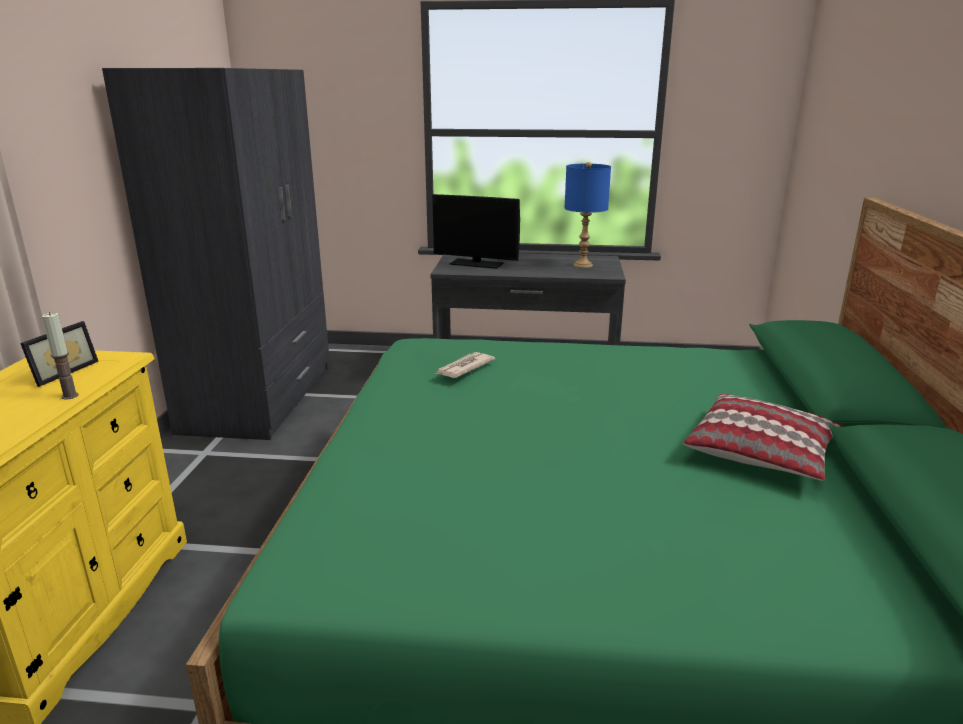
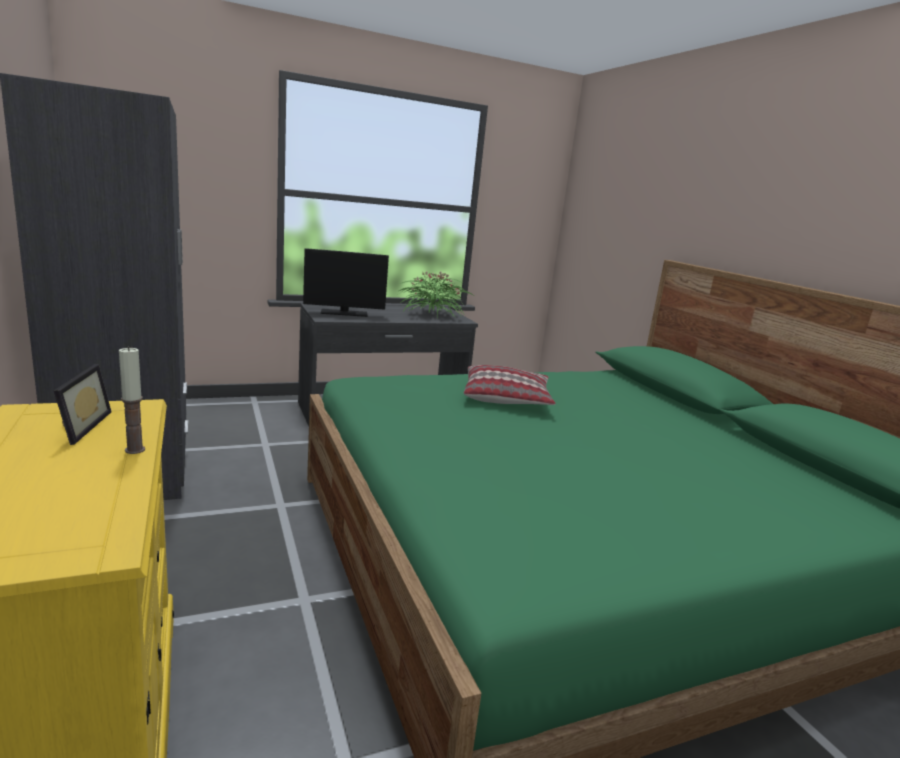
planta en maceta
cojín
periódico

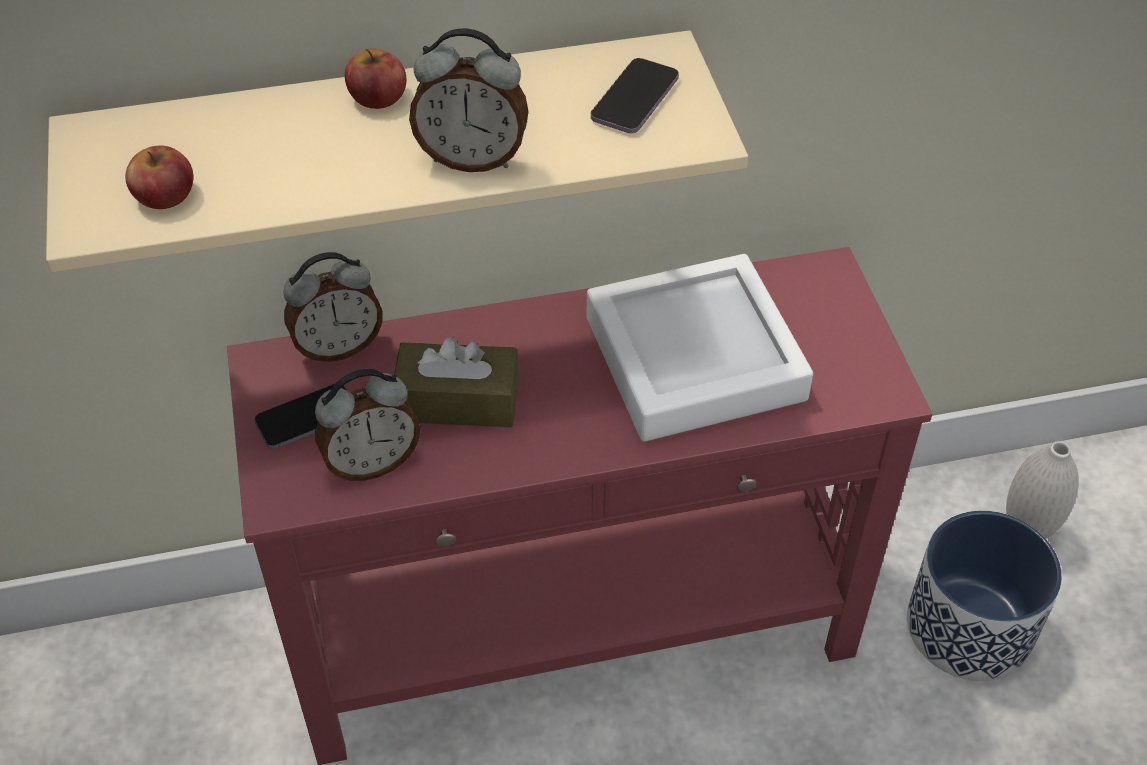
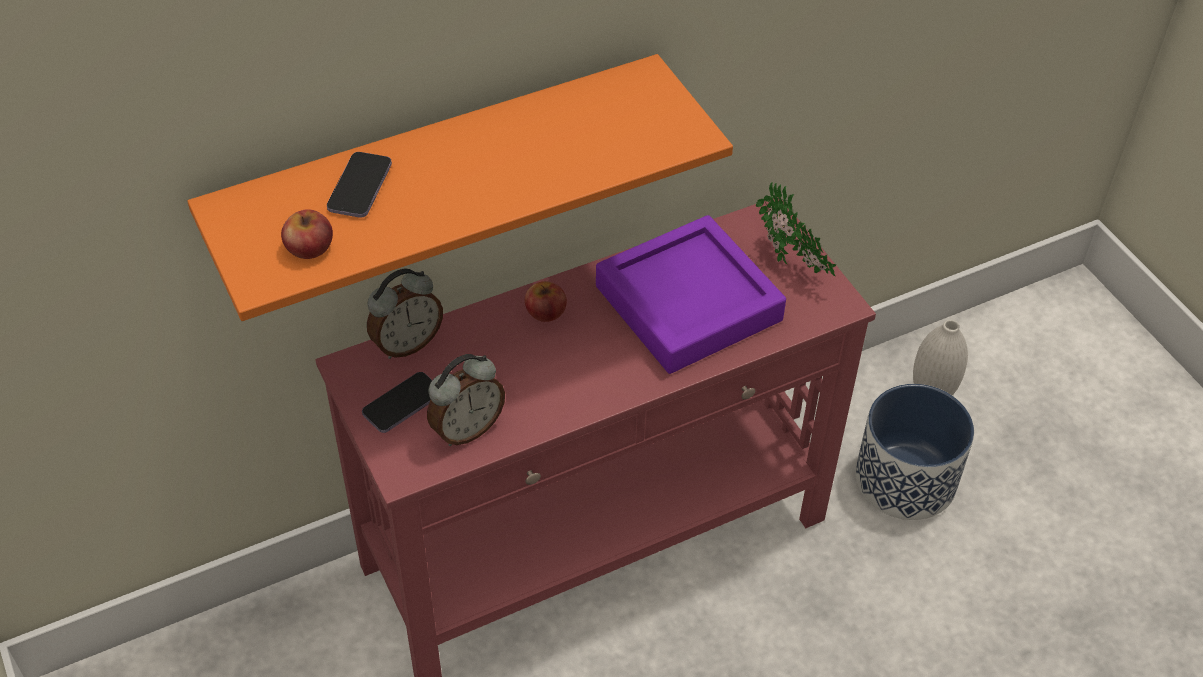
estante/naranja
móvil (no. 1 from left)
manzana (no. 2 from left)
bandeja/morado
planta en maceta
caja de pañuelos/marrón
despertador (no. 3 from left in the first image)

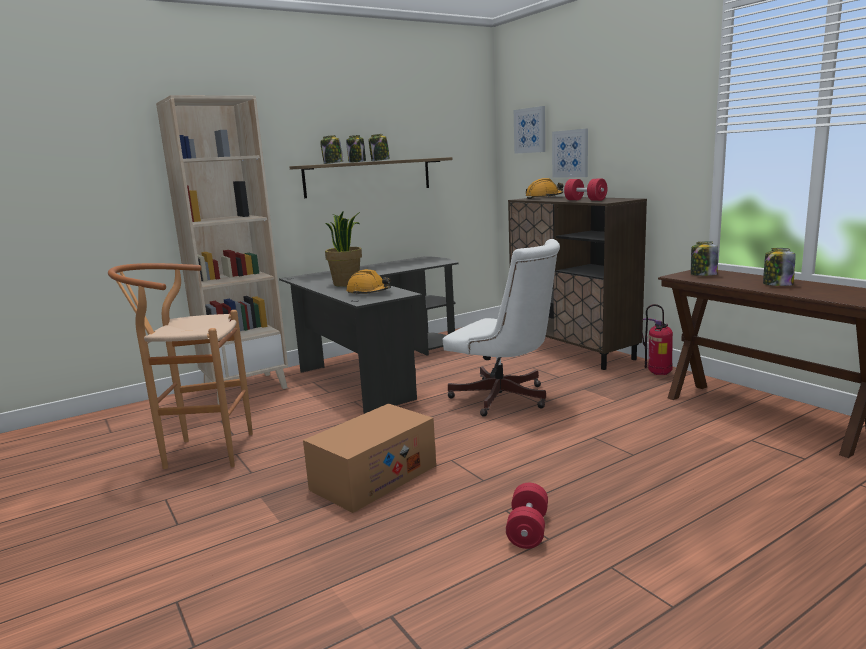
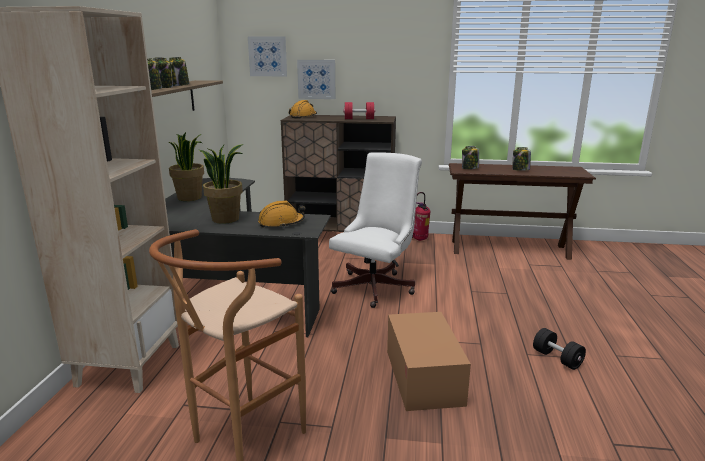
planta en maceta (no. 1 from left)
silla de oficina/blanco
mancuerna/negro

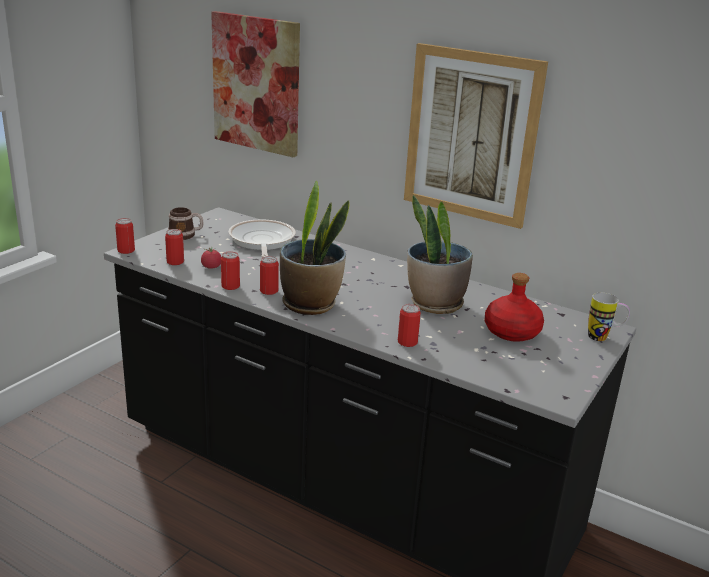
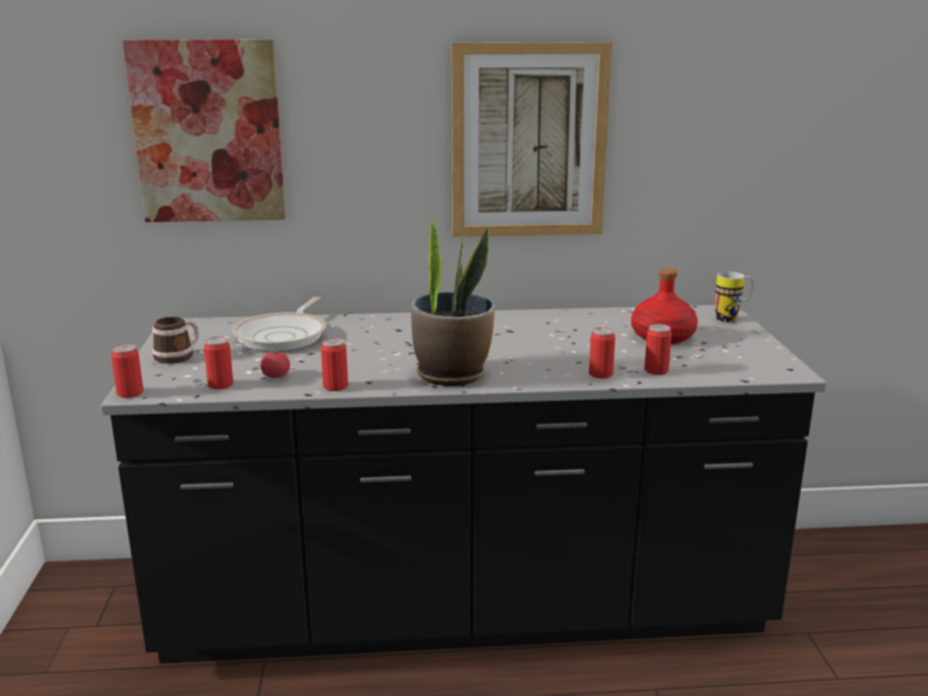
sartén
lata (no. 5 from left)
planta en maceta (no. 2 from left in the first image)

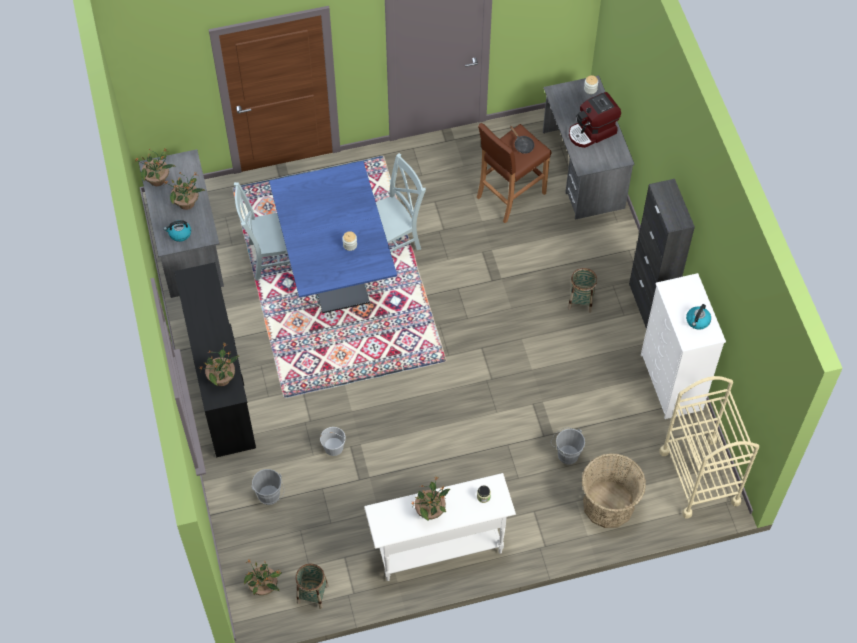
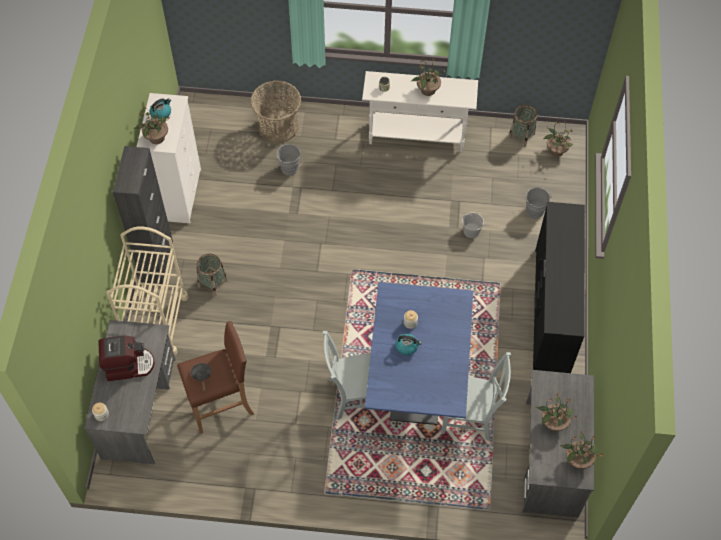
carrito/beis
planta en maceta (no. 1 from left)
hervidor (no. 2 from left)

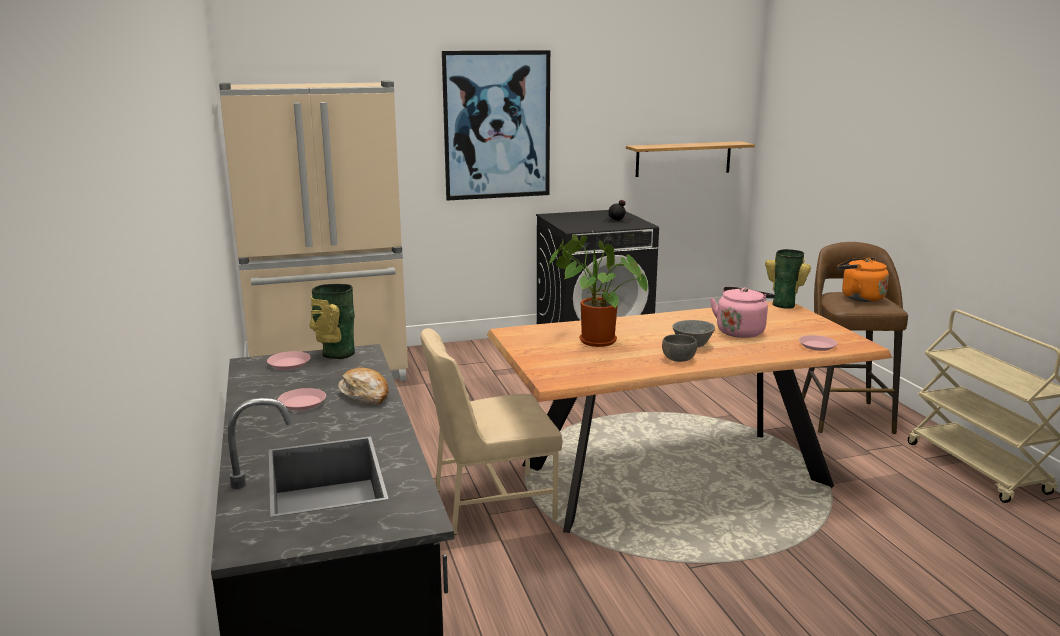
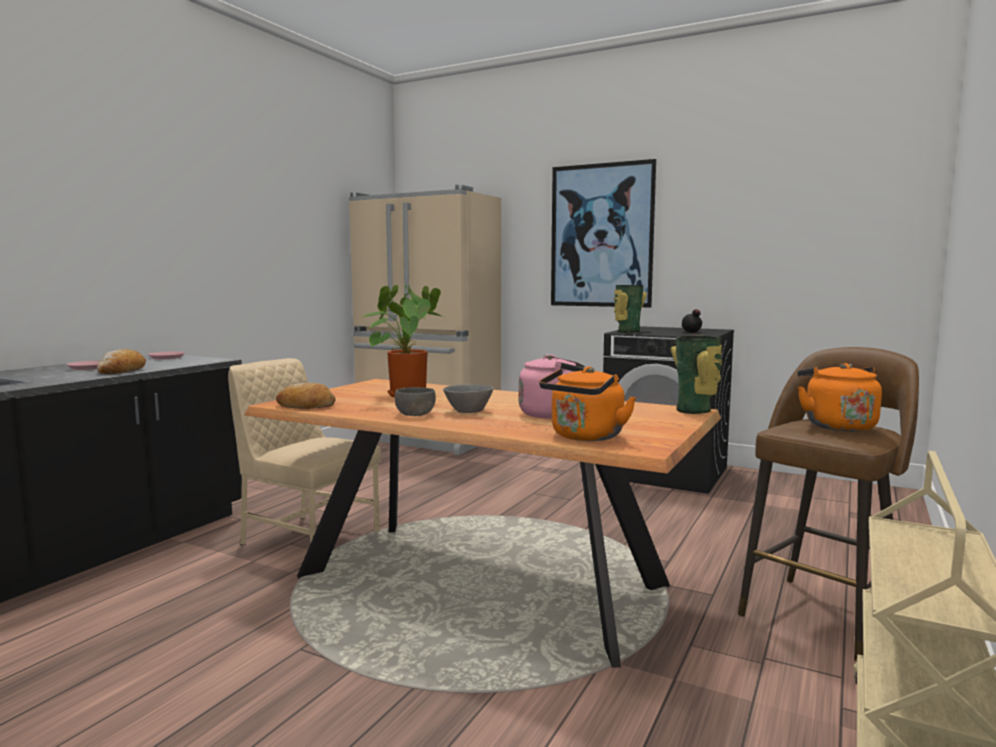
pan (no. 2 from left)
hervidor/naranja (no. 1 from left)
florero (no. 1 from left)
estante

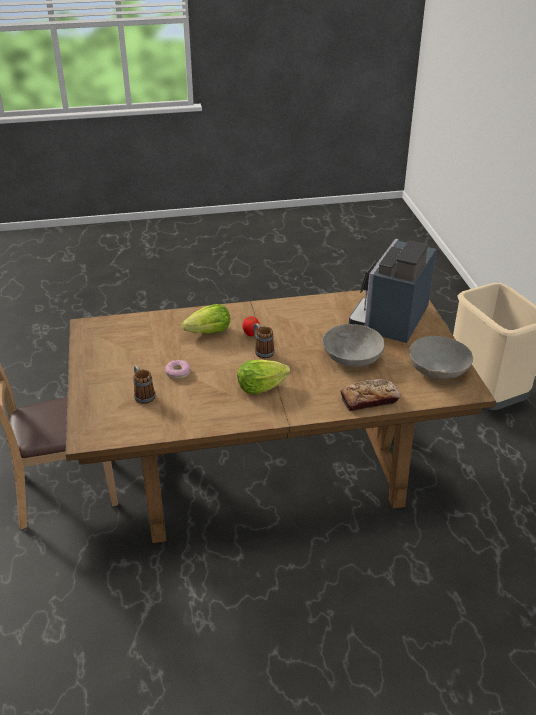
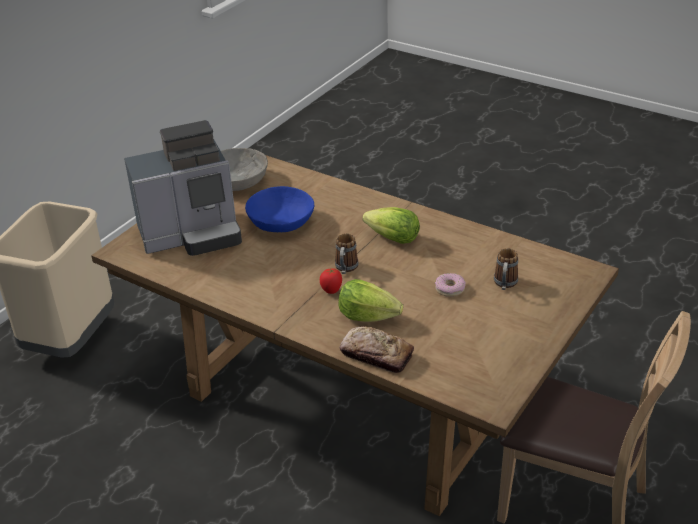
cuenco/azul
pan

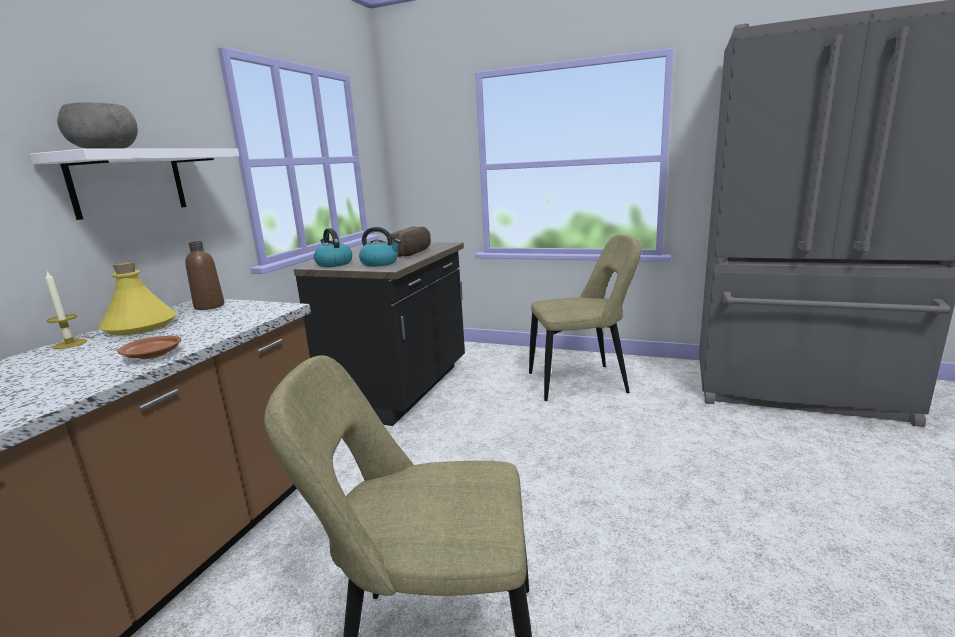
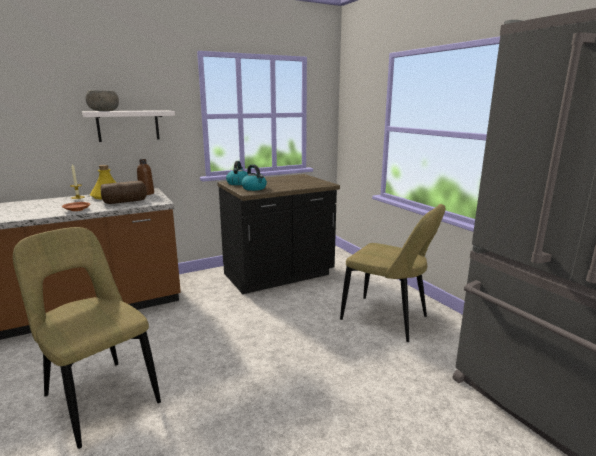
pan

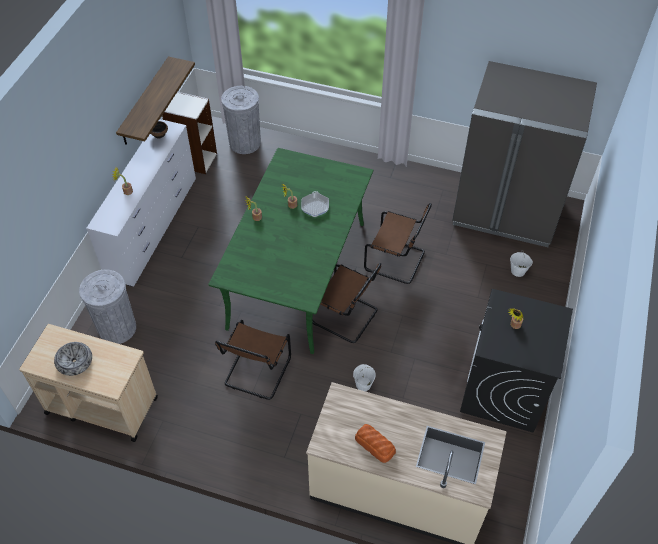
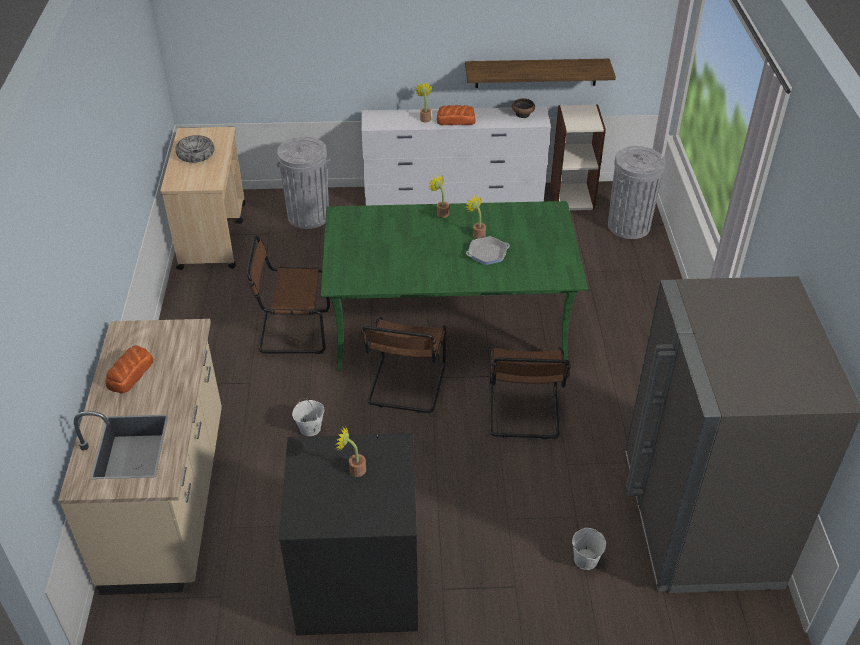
pan (no. 2 from left)

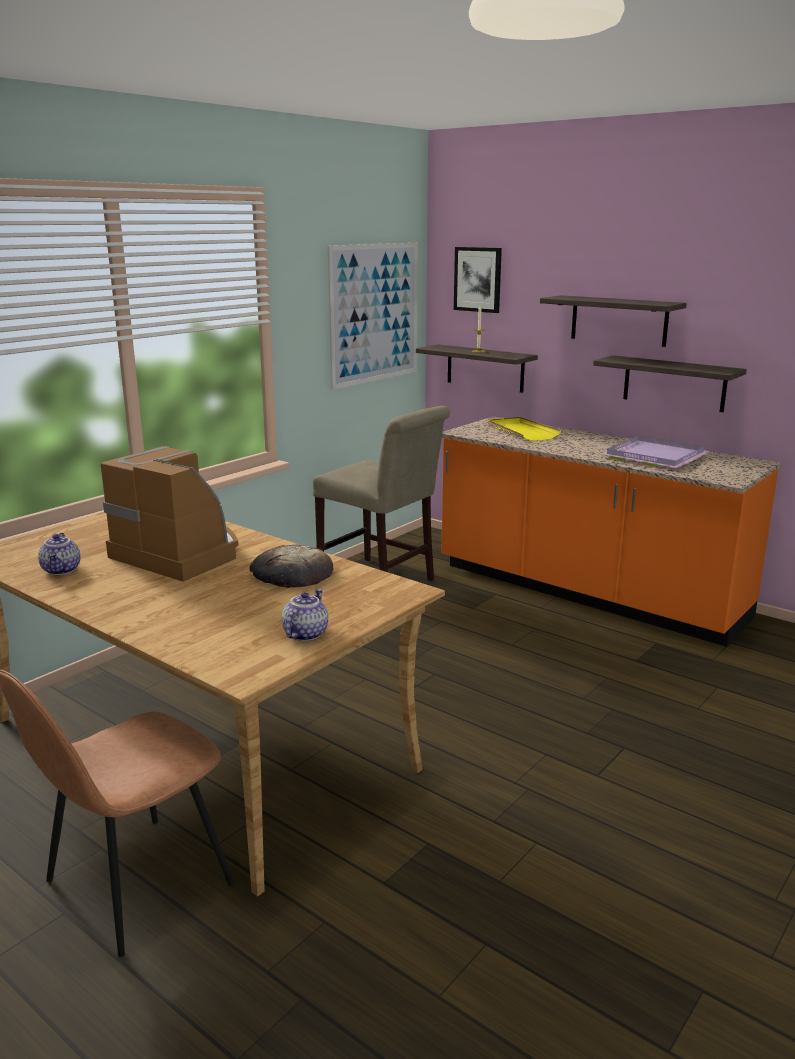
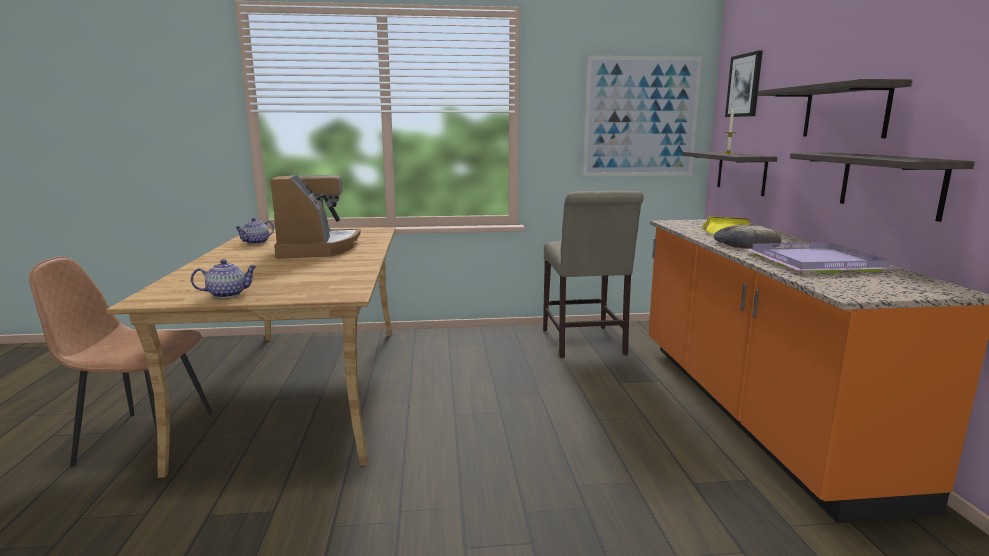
pan

